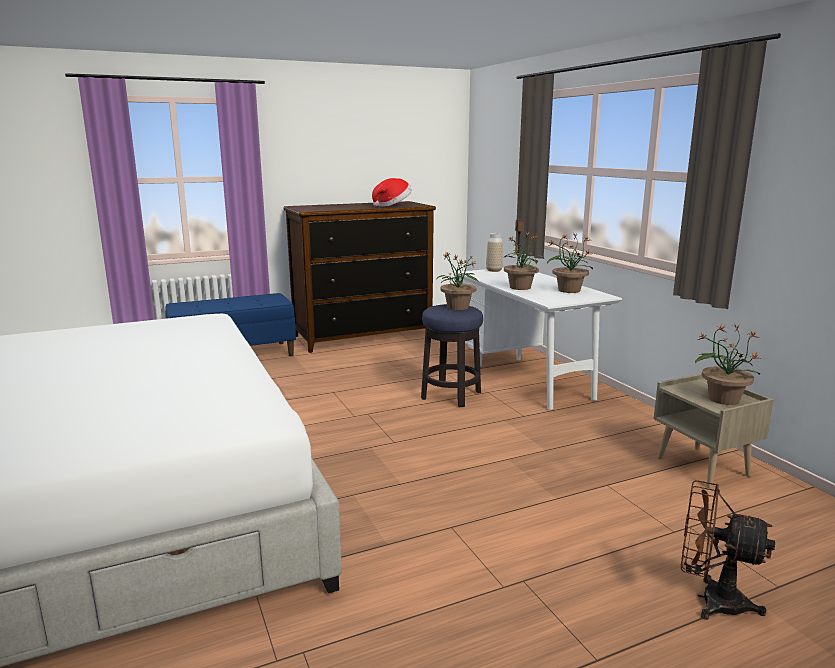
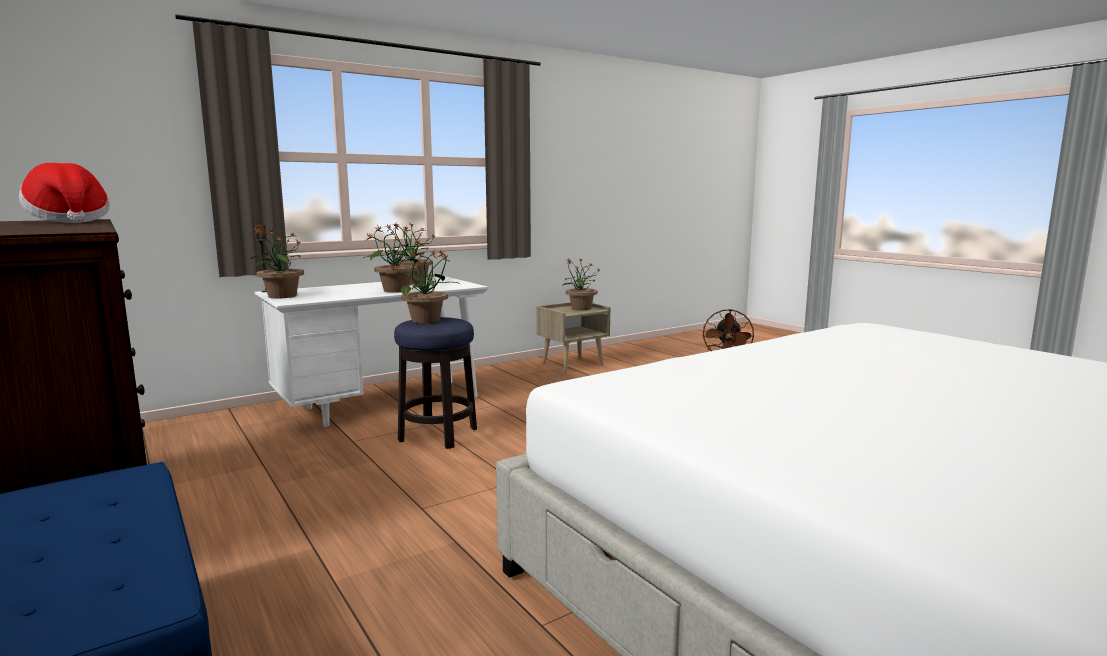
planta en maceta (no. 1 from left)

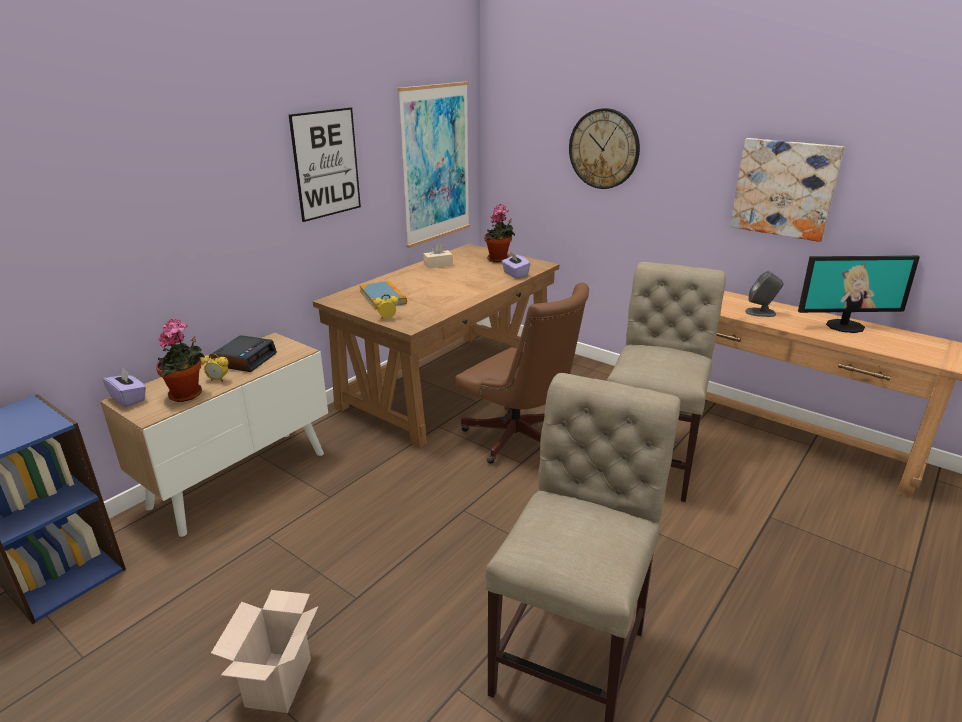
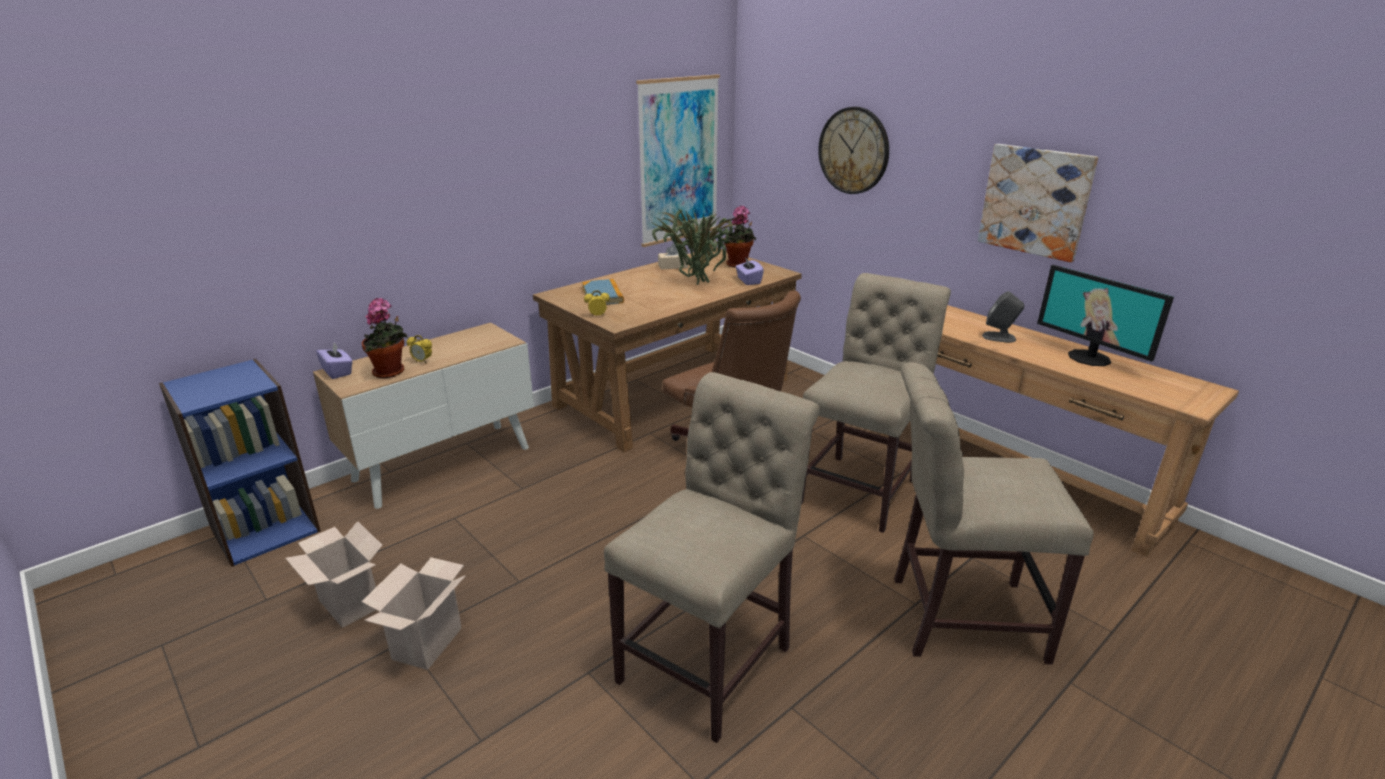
caja de cartón (no. 1 from left)
planta en maceta (no. 2 from left)
silla/beis (no. 3 from left)
monitor
despertador (no. 2 from left in the first image)
cuadro (no. 1 from left in the first image)

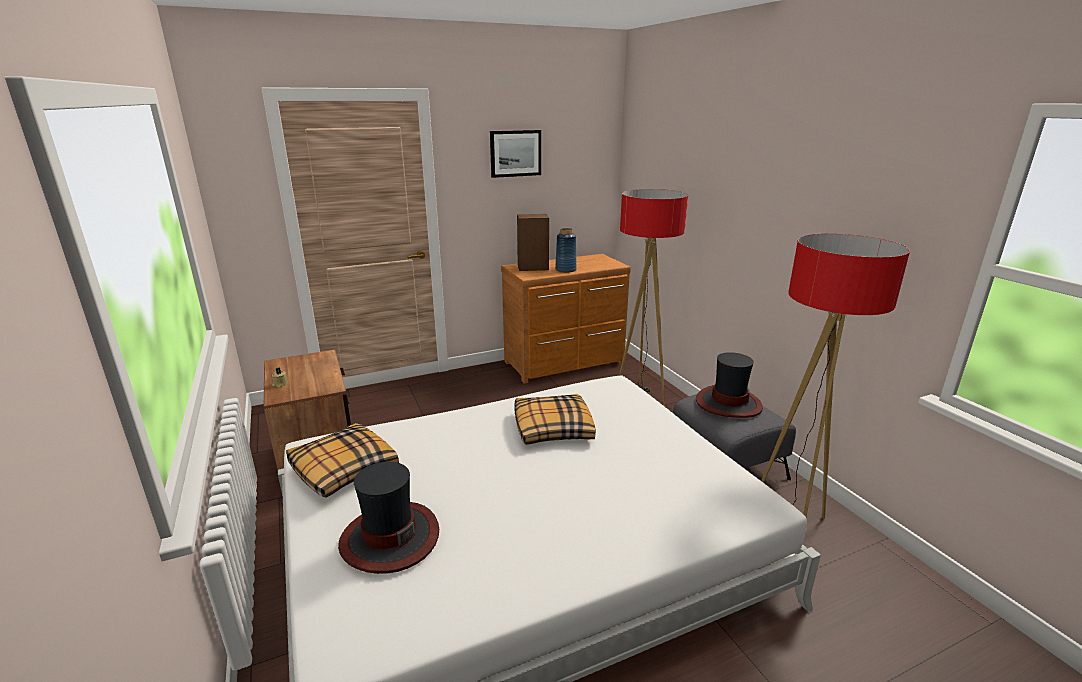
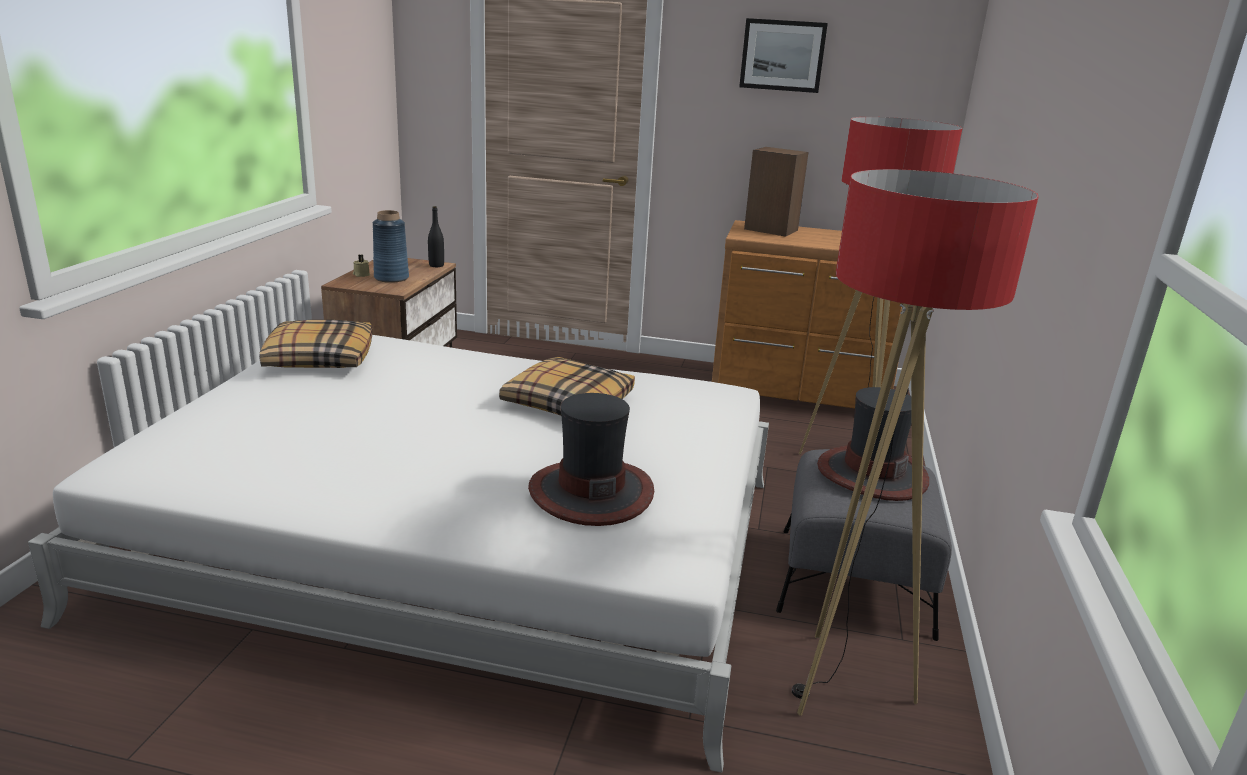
florero/azul
botella/negro
sombrero (no. 1 from left)

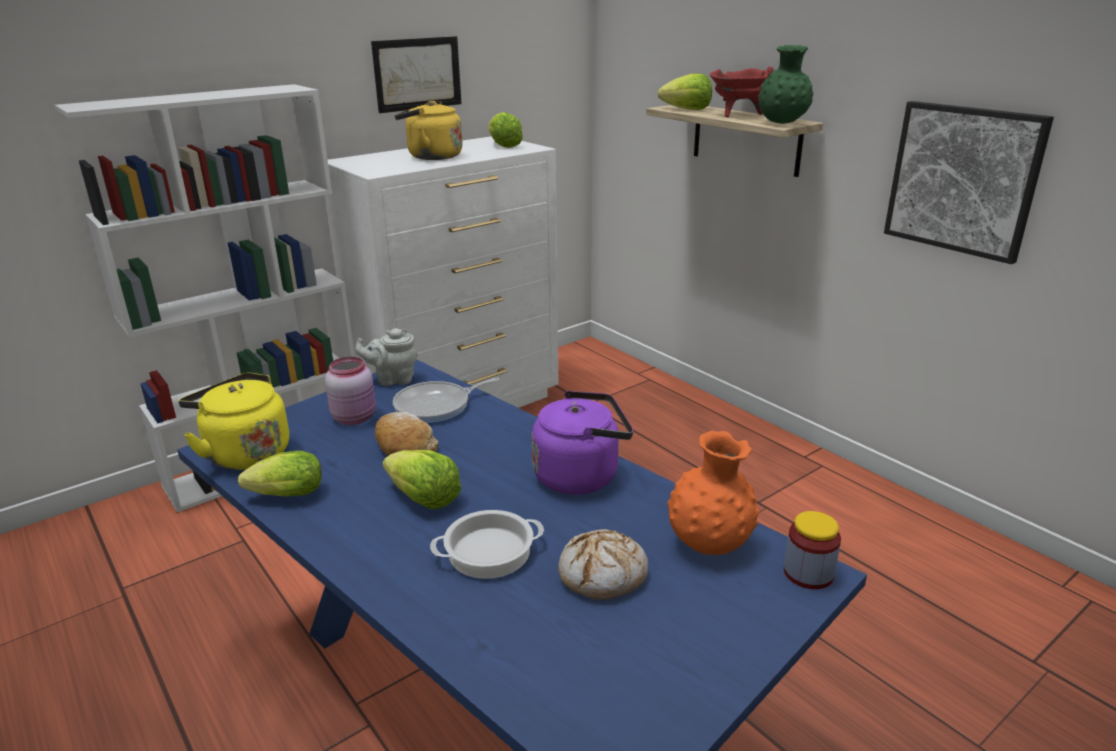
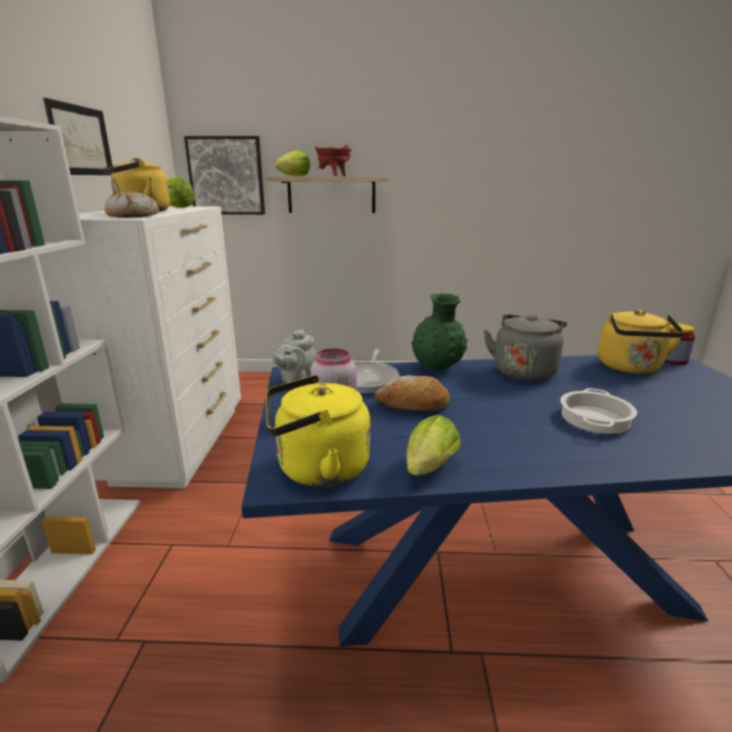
pan (no. 1 from left)
cuadro (no. 2 from left)
florero/verde
hervidor/gris
hervidor/amarillo (no. 3 from left)
lechuga (no. 2 from left in the first image)

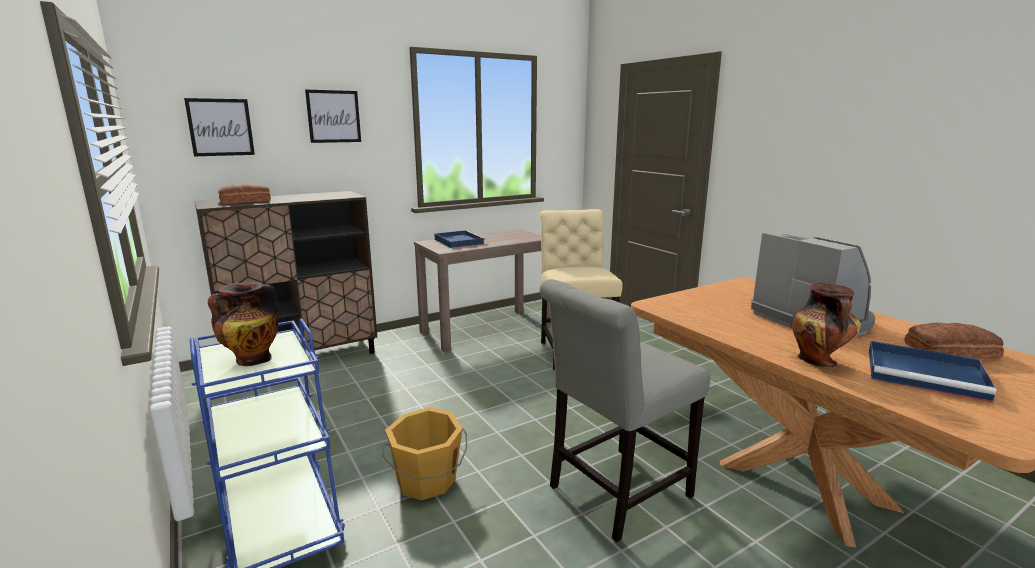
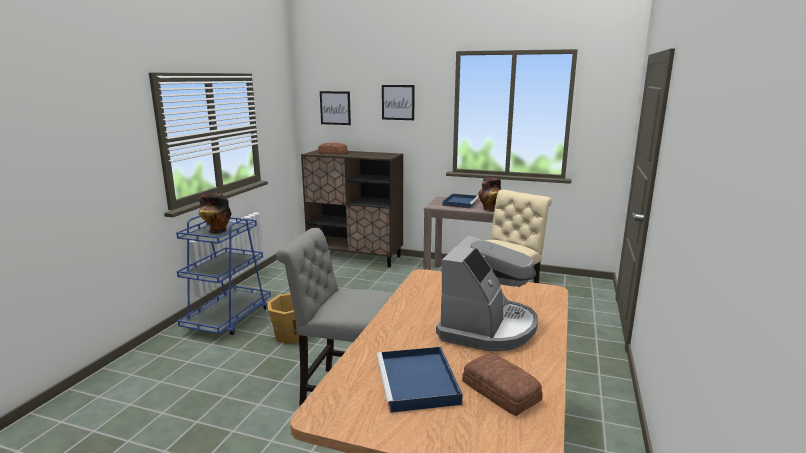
florero (no. 2 from left)

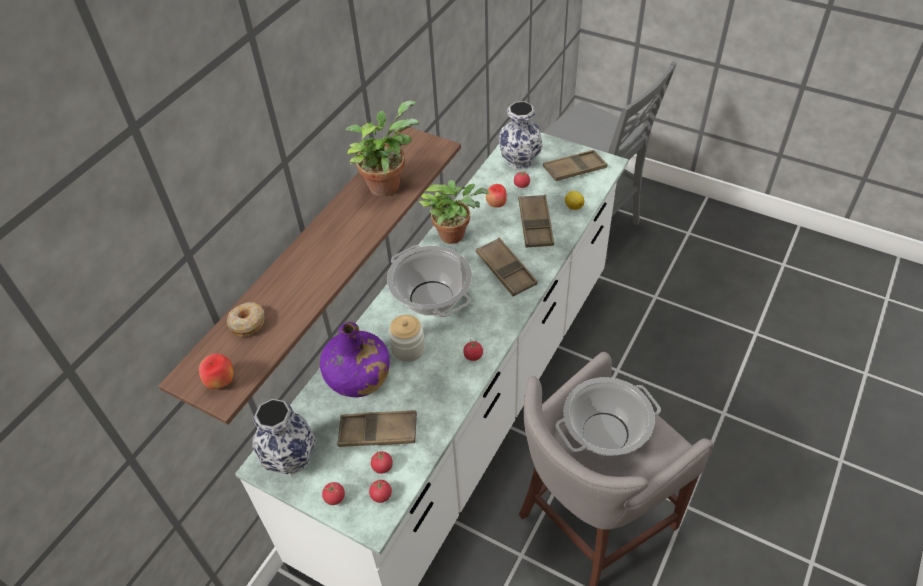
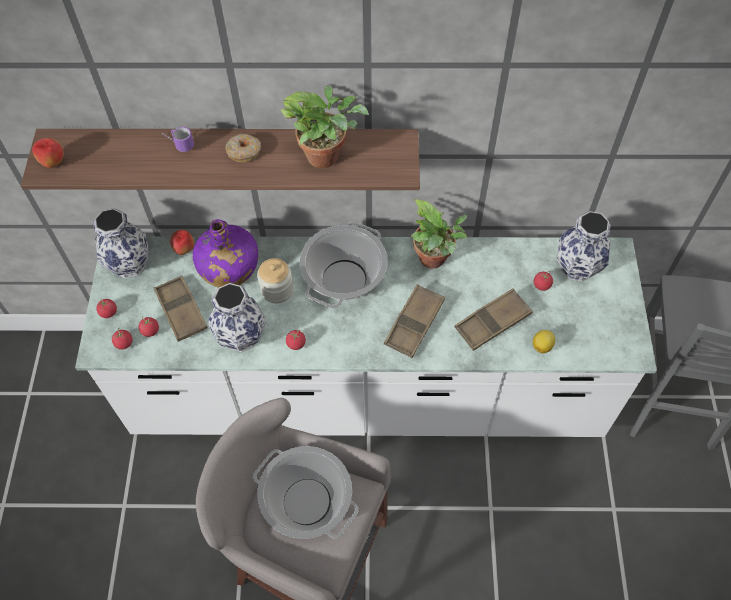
taza grande
manzana (no. 2 from left)
florero (no. 2 from left)
rosquilla
bandeja/marrón (no. 4 from left in the first image)

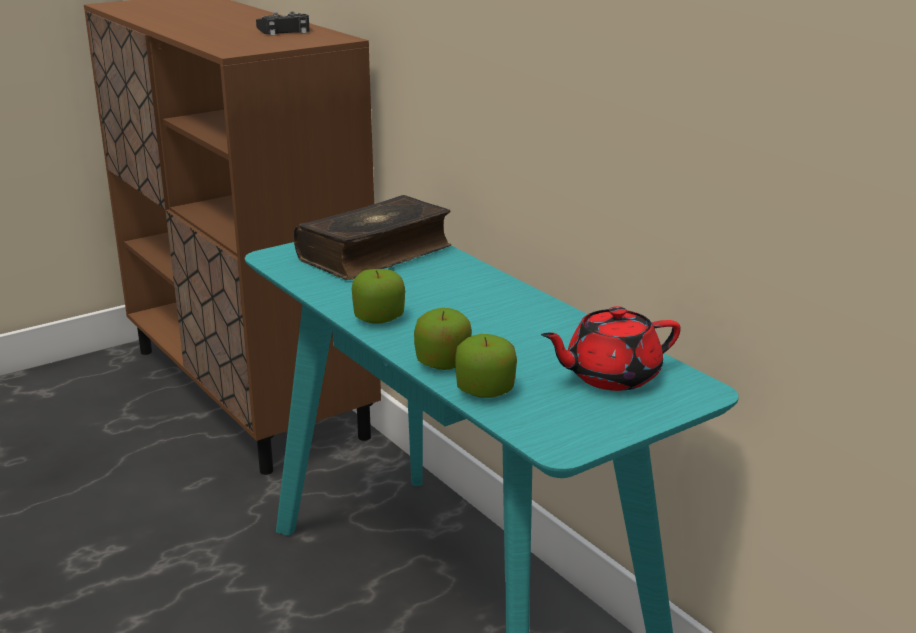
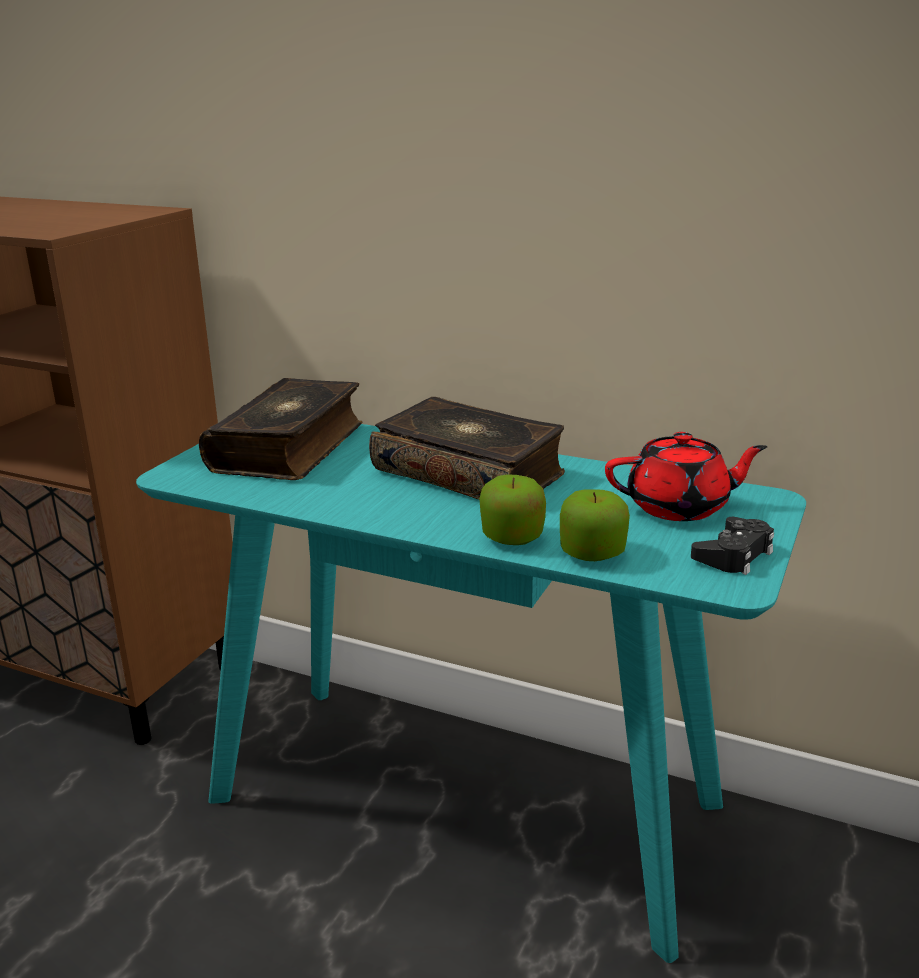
libro (no. 2 from left)
tetera/rojo
mando de consola/negro
manzana (no. 1 from left in the first image)

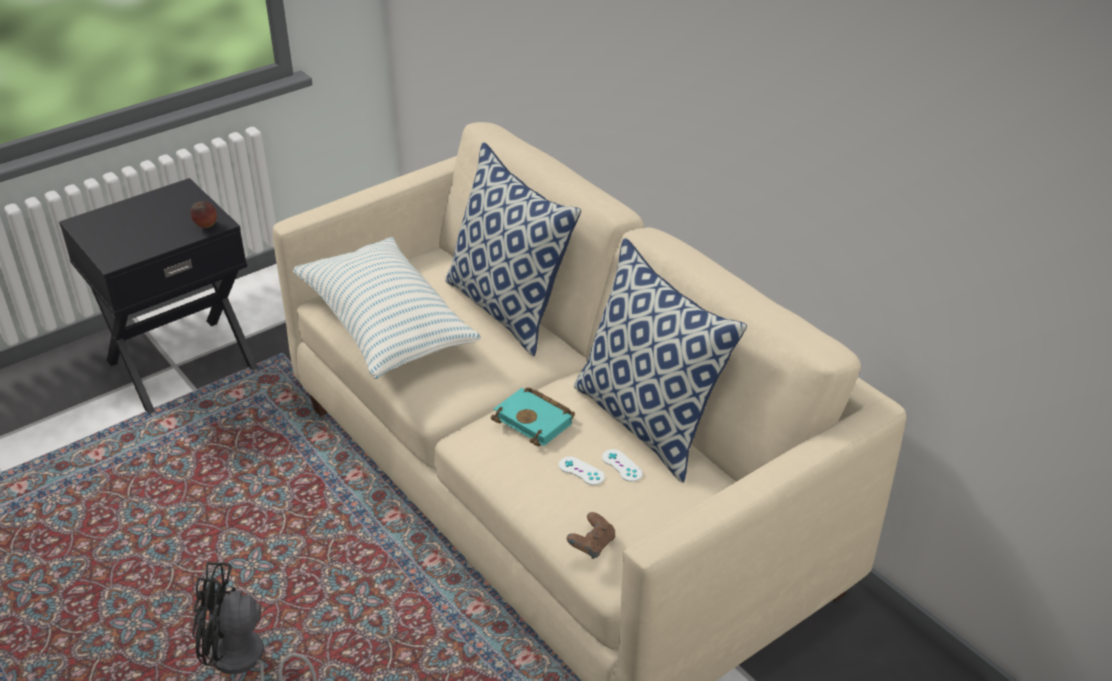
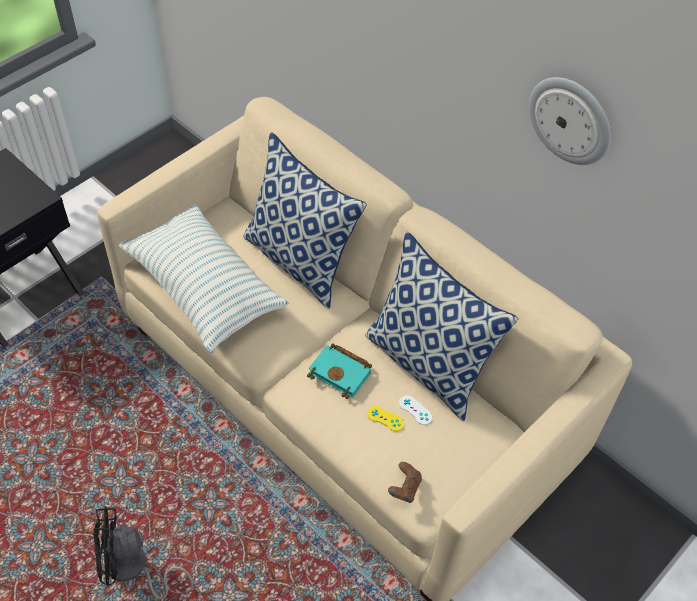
mando de consola/amarillo
reloj de pared
manzana

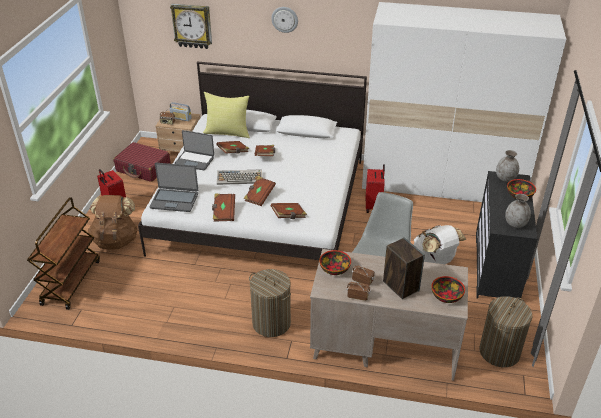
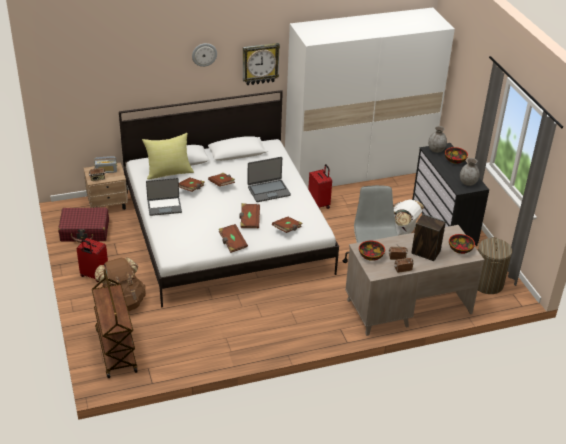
reloj de pared (no. 2 from left)
portátil (no. 2 from left)
teclado
cesto de la ropa (no. 1 from left in the first image)

